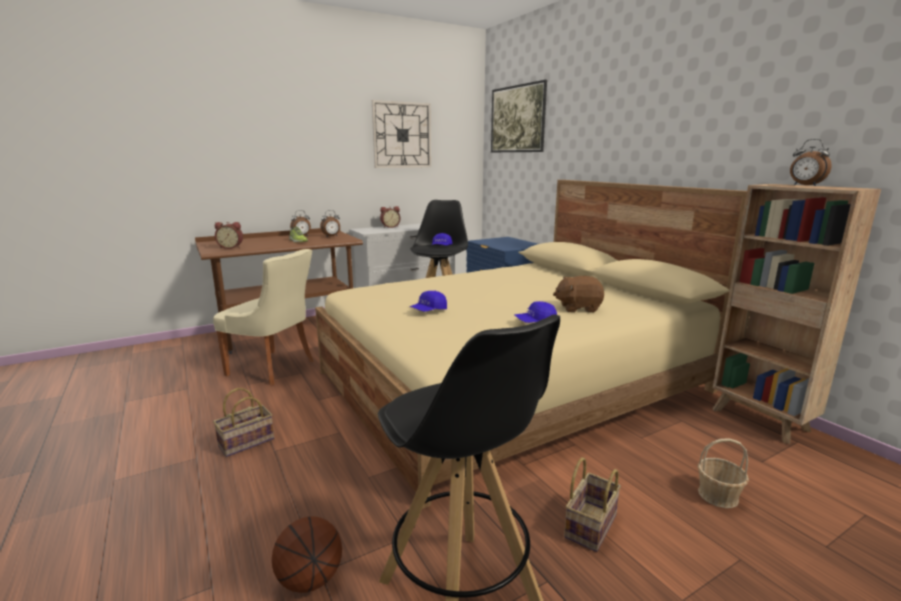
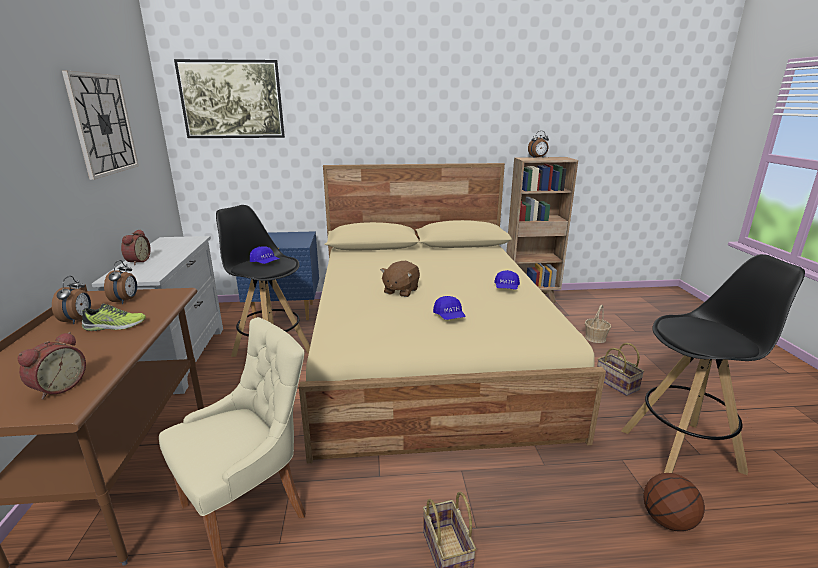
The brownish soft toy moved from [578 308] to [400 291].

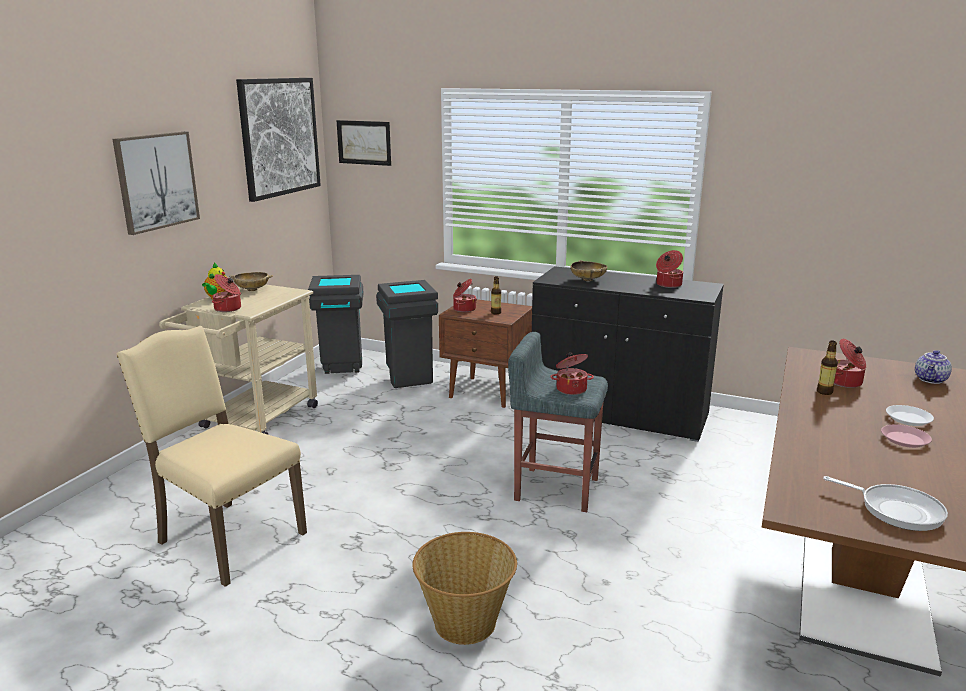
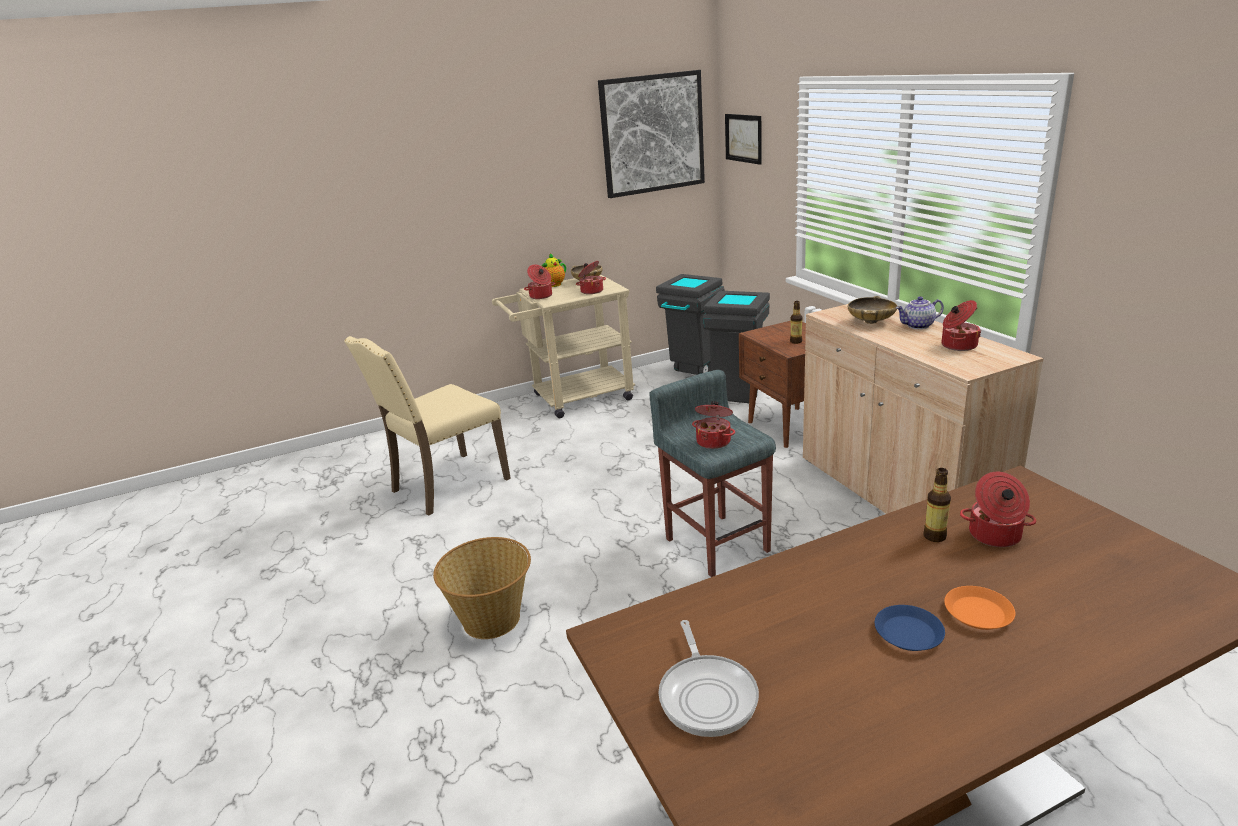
The wall picture at [156 181] disappeared.
The stockpot moved from [464 309] to [591 291].
The teapot moved from [931 380] to [918 326].
The blackish cabinet at [618 414] became the beige cabinet at [898 492].
The pinkish flat dish at [905 439] became the blue-coloured flat dish at [909 633].
The white-coloured flat dish at [908 419] became the orange-coloured flat dish at [978 613].
The beige upright chair at [227 538] turned 120 degrees counterclockwise.

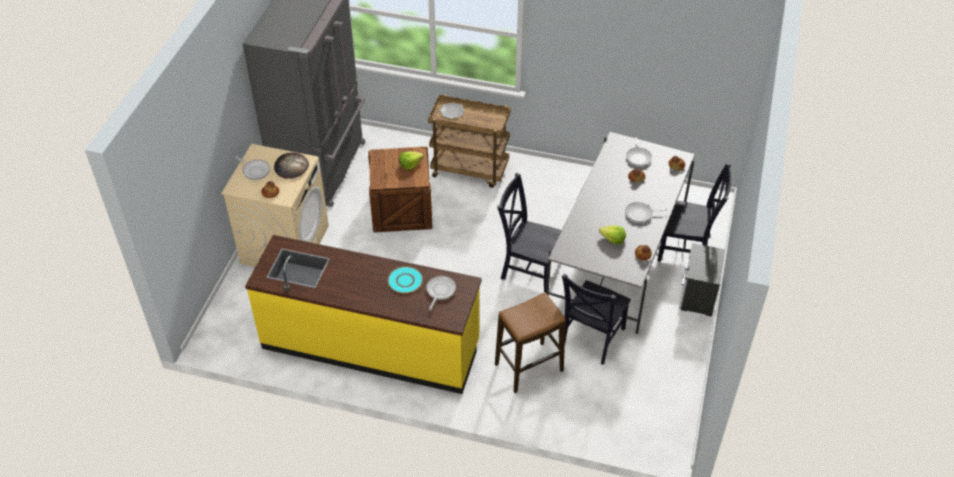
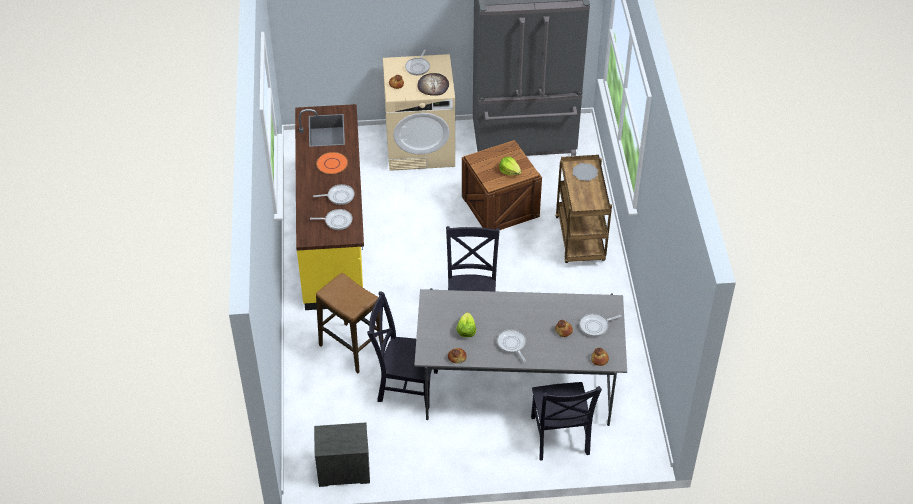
The orange-coloured flat dish at [332 164] appeared.
The night table moved from [697 296] to [343 470].
The blue-green flat dish at [405 281] was replaced by the frying pan at [339 196].

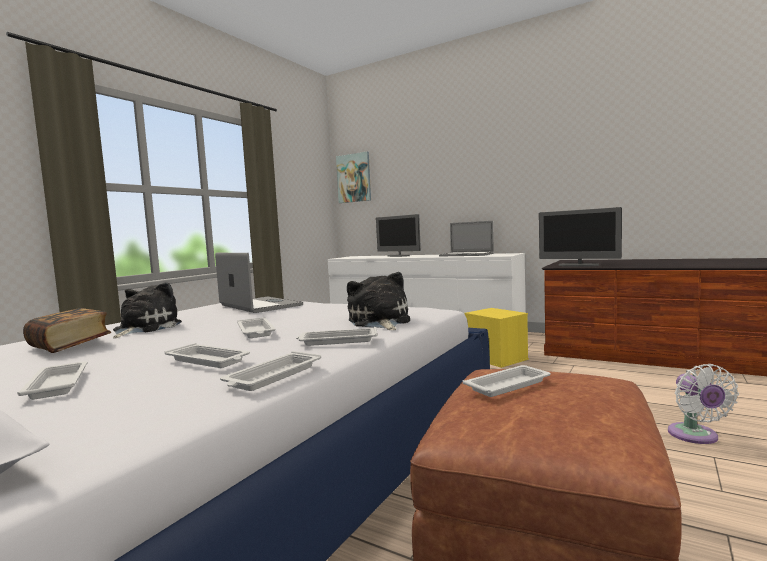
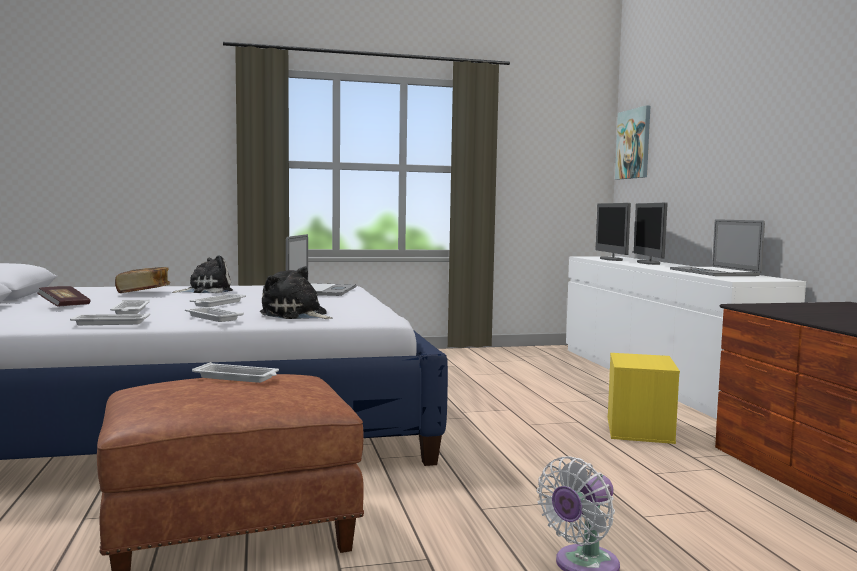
The computer display moved from [578 265] to [611 259].
The white-coloured serving tray at [57 384] was replaced by the bound book at [65 306].
The soft toy at [379 322] turned 90 degrees counterclockwise.

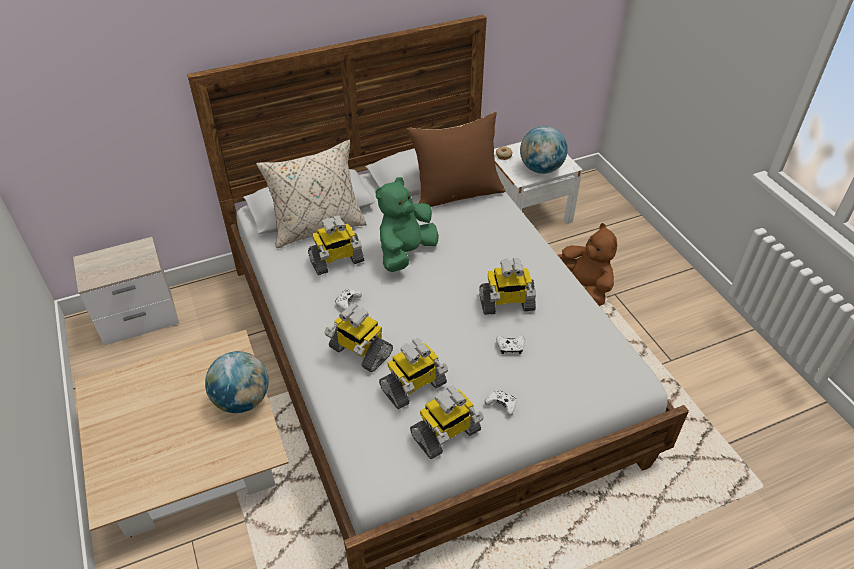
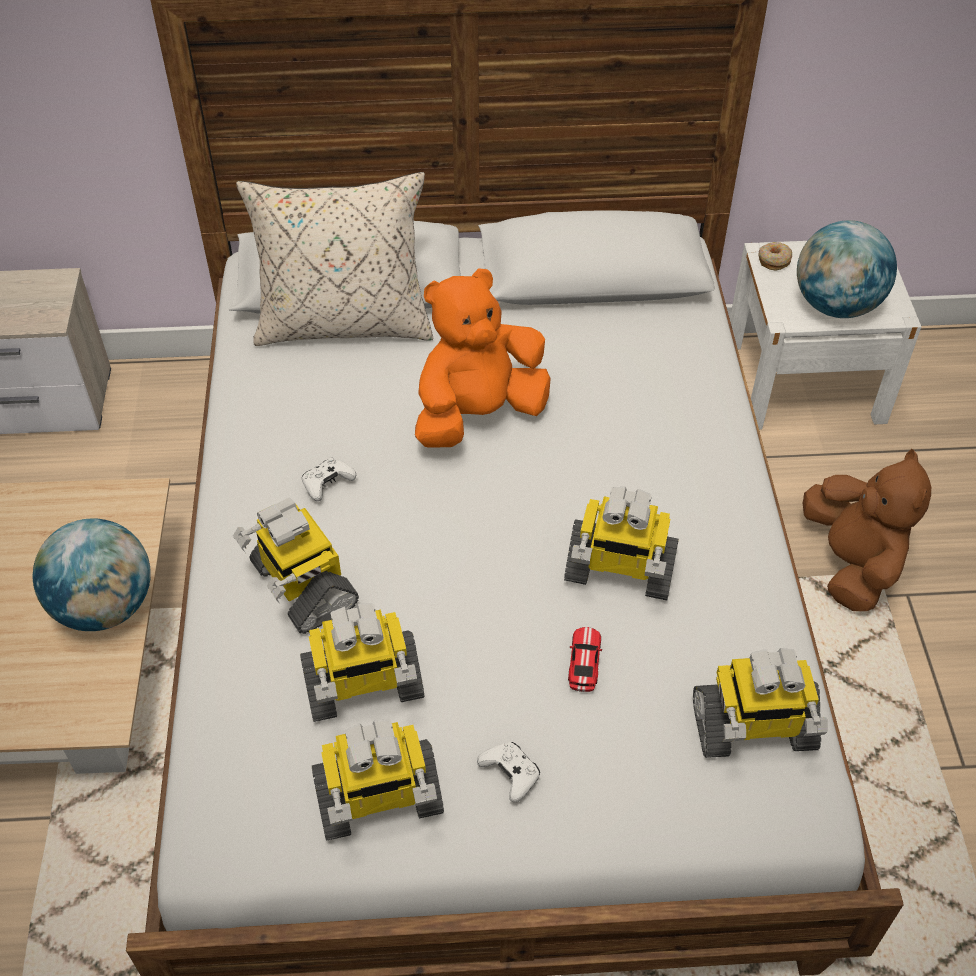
The brownish cushion at [456 193] disappeared.
The model robot moved from [336 261] to [753 728].
The white-coloured game controller at [510 348] was replaced by the model car at [584 663].
The green-coloured soft toy at [405 253] became the orange-coloured soft toy at [478 414].

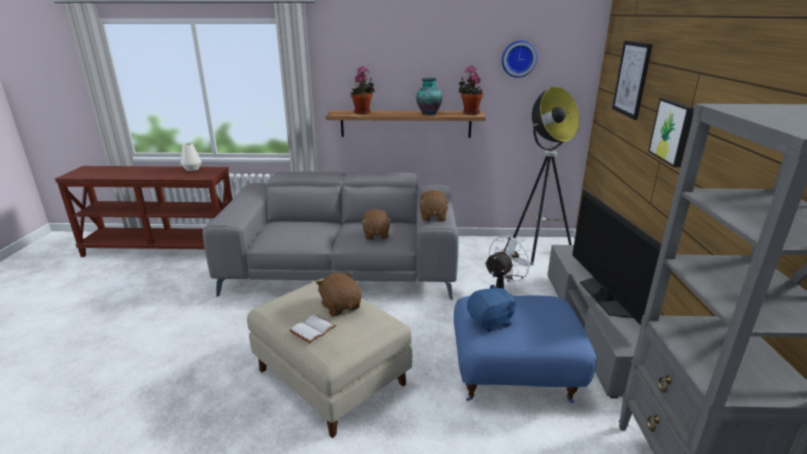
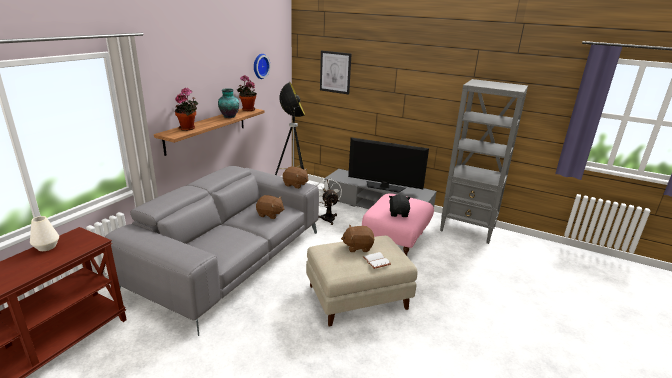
The wall picture at [672 131] disappeared.
The blue-coloured ottoman at [513 377] became the pinkish ottoman at [396 241].
The blue-coloured soft toy at [490 321] became the blackish soft toy at [398 213].

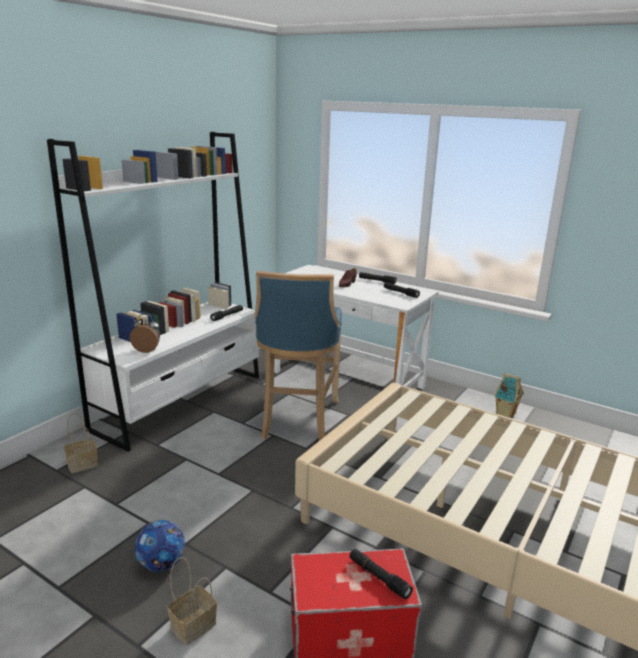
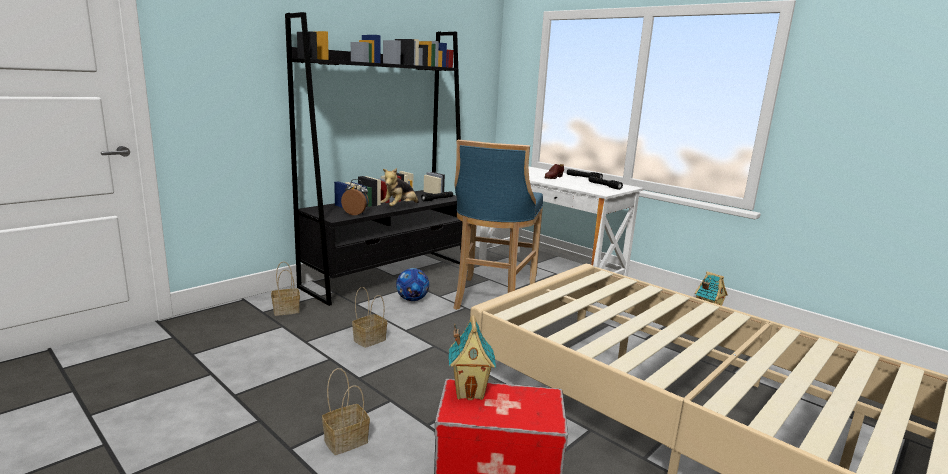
The blackish flashlight at [378 577] disappeared.
The household basket at [370 339] appeared.
The soft toy at [400 207] appeared.
The model house at [470 391] appeared.
The football moved from [161 564] to [412 299].
The white-coloured bookcase at [181 401] became the blackish bookcase at [387 275].

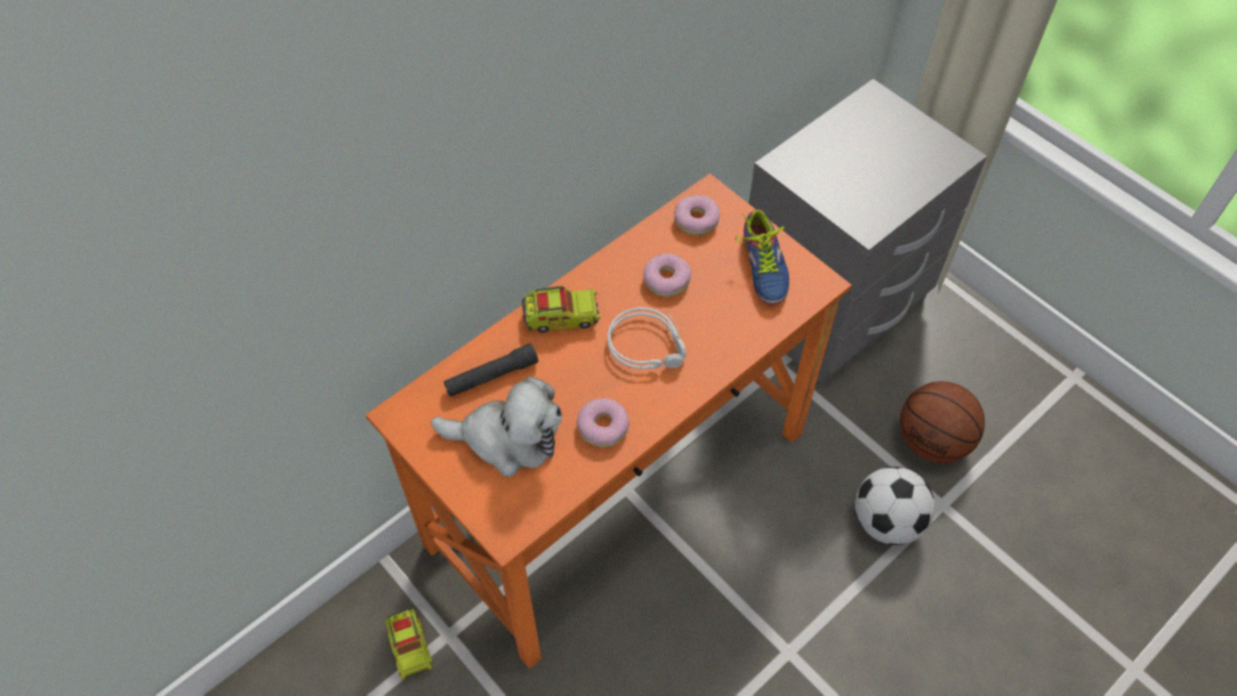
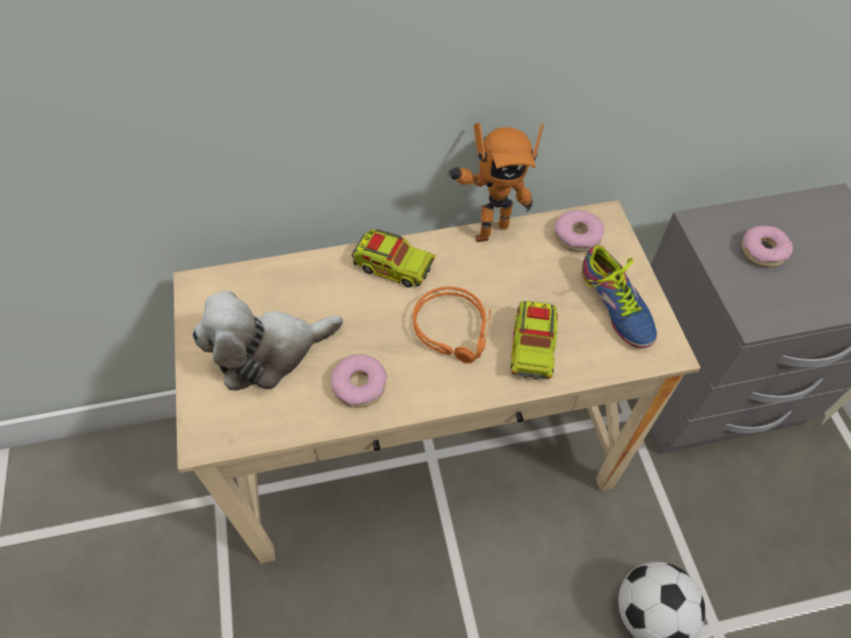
The blackish flashlight at [491 376] disappeared.
The ball for basketball at [933 441] disappeared.
The model robot at [488 229] appeared.
The toy lorry moved from [410 647] to [532 347].
The ring doughnut moved from [666 280] to [763 251].
The orange-coloured desk at [617 488] became the beige desk at [425 450].
The greyish pair of headphones at [649 344] became the orange-coloured pair of headphones at [455 329].
The soft toy at [507 439] turned 120 degrees clockwise.
The shoe at [760 267] turned 45 degrees counterclockwise.

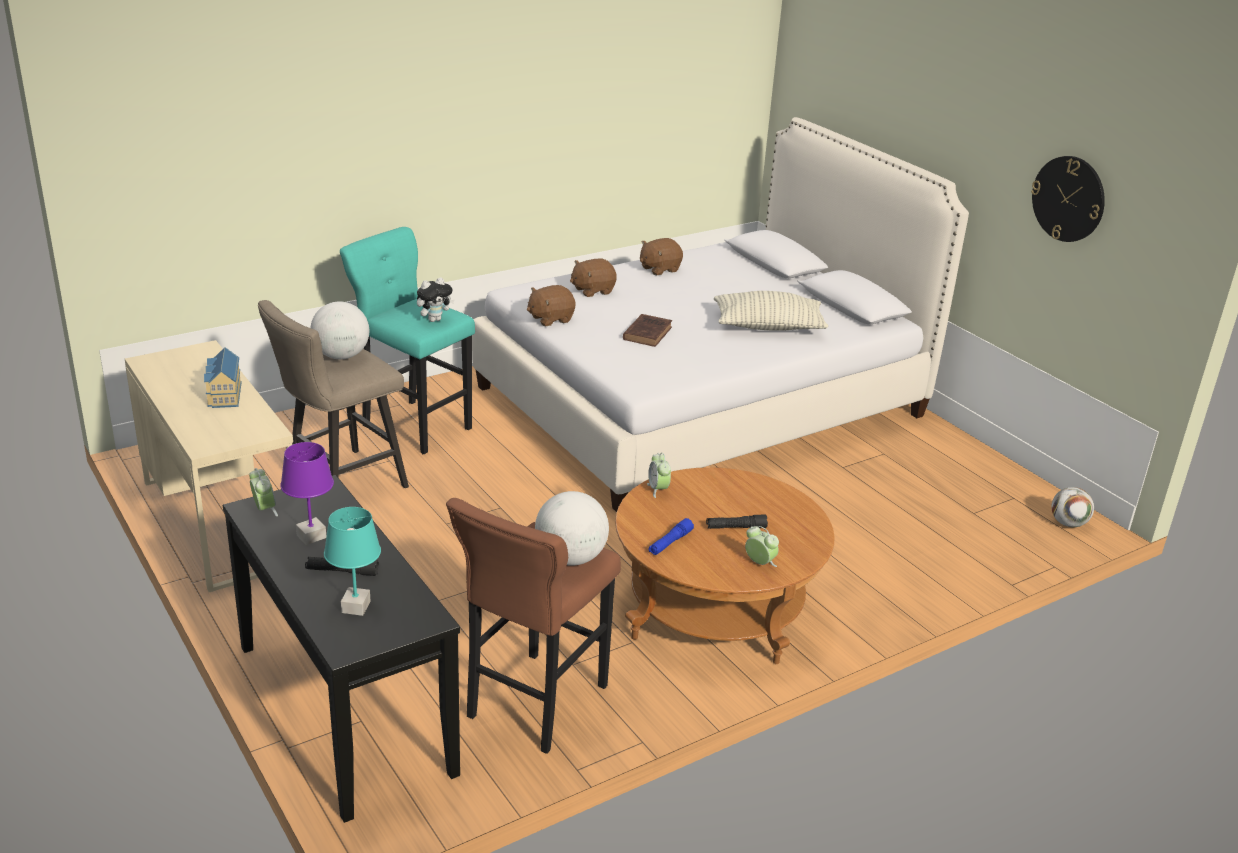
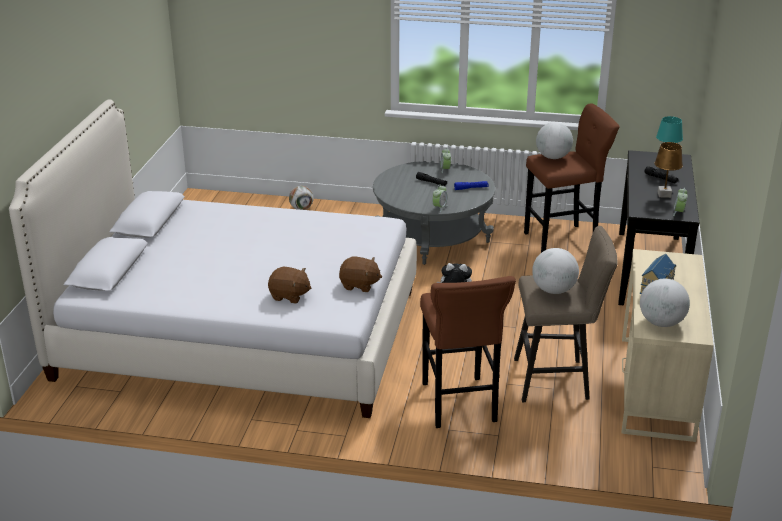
The brownish bound book at [648 333] disappeared.
The brownish soft toy at [659 269] disappeared.
The cushion at [768 327] disappeared.
The clock on the wall at [1068 198] disappeared.
The desk globe at [661 323] appeared.
The football moved from [1068 524] to [301 208].
The purple-coloured table lamp at [311 536] became the brownish table lamp at [664 195].
The blue-green sitting stool at [413 425] became the brownish sitting stool at [459 405].
The brownish low table at [715 608] became the greyish low table at [432 237].

